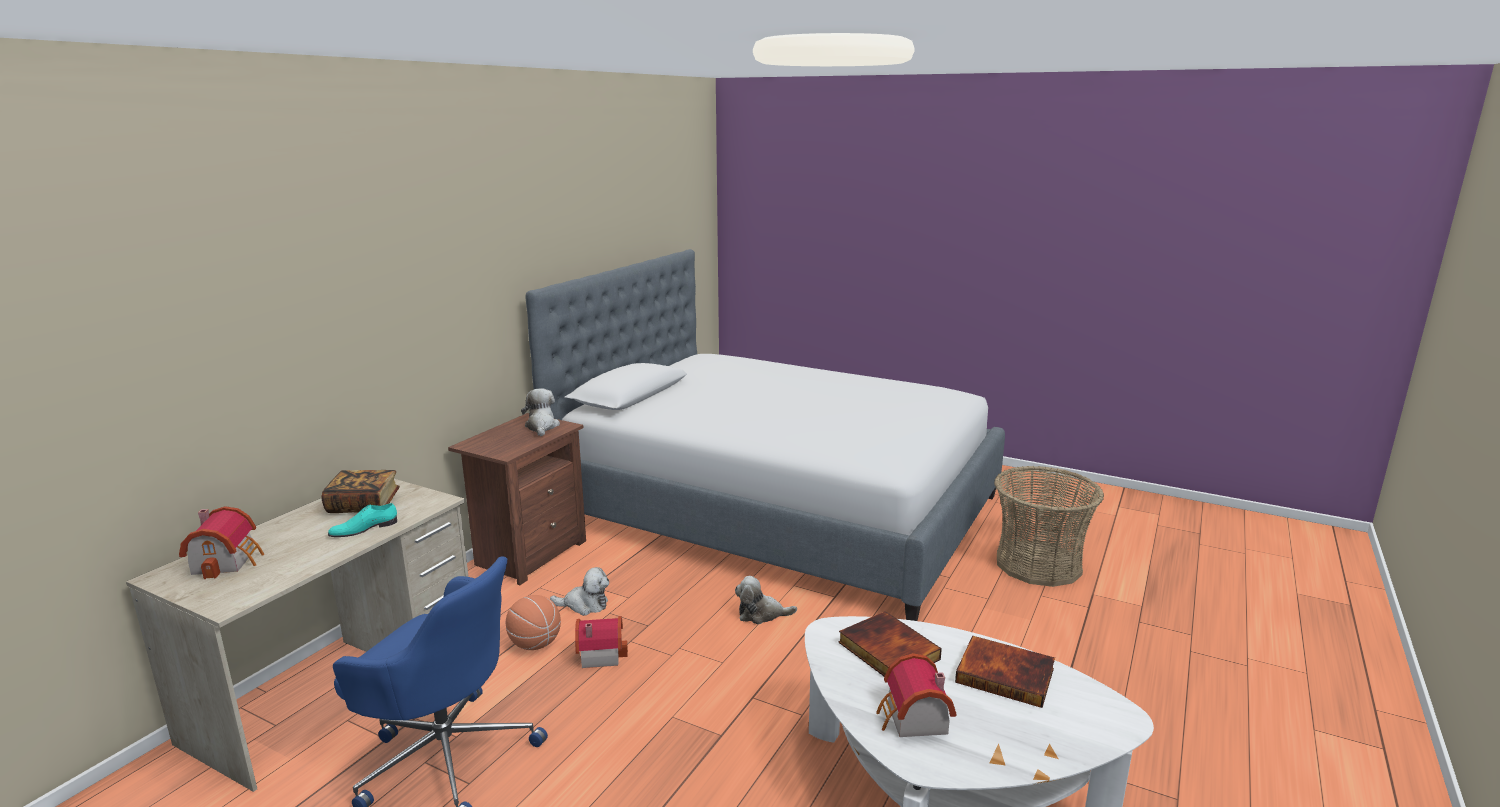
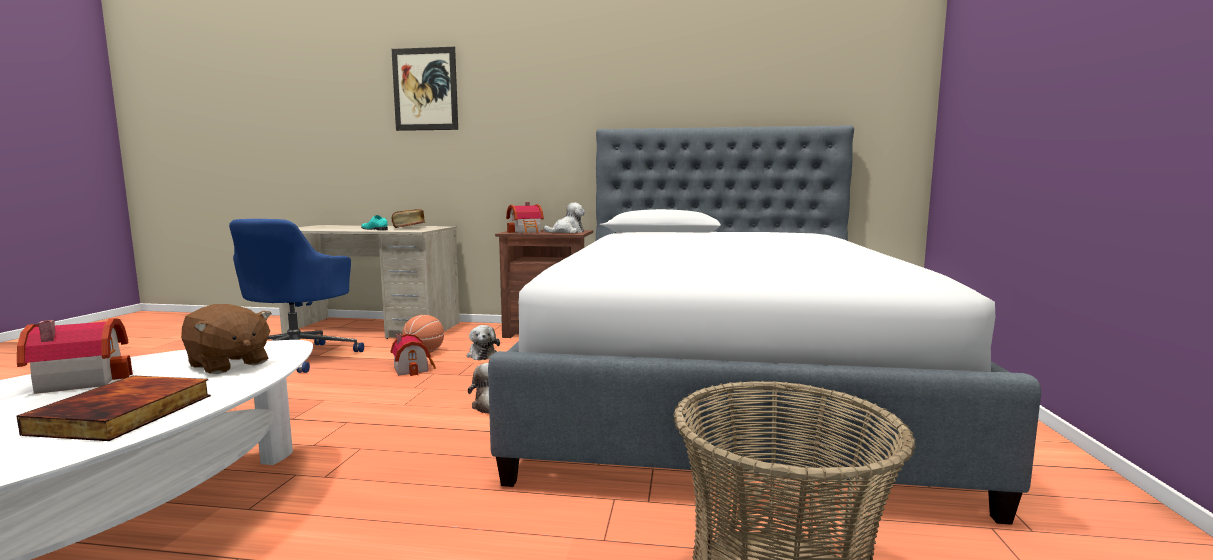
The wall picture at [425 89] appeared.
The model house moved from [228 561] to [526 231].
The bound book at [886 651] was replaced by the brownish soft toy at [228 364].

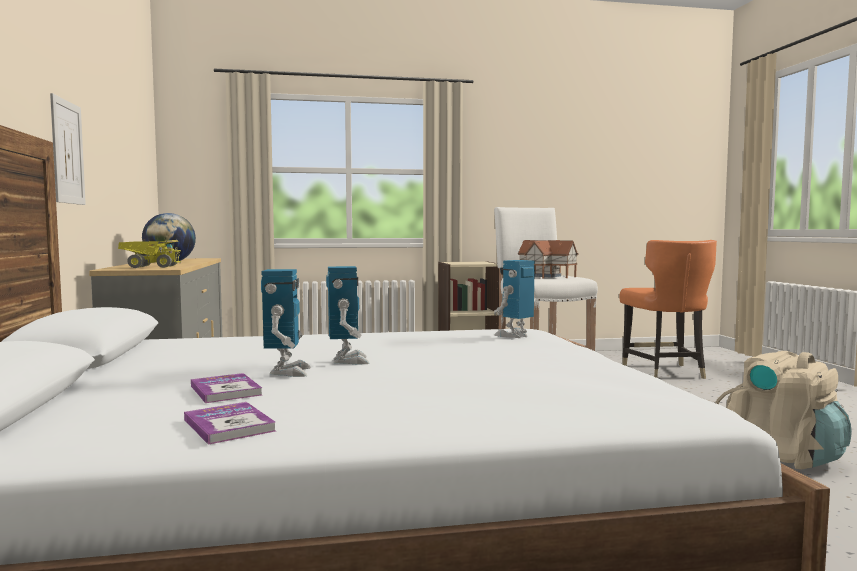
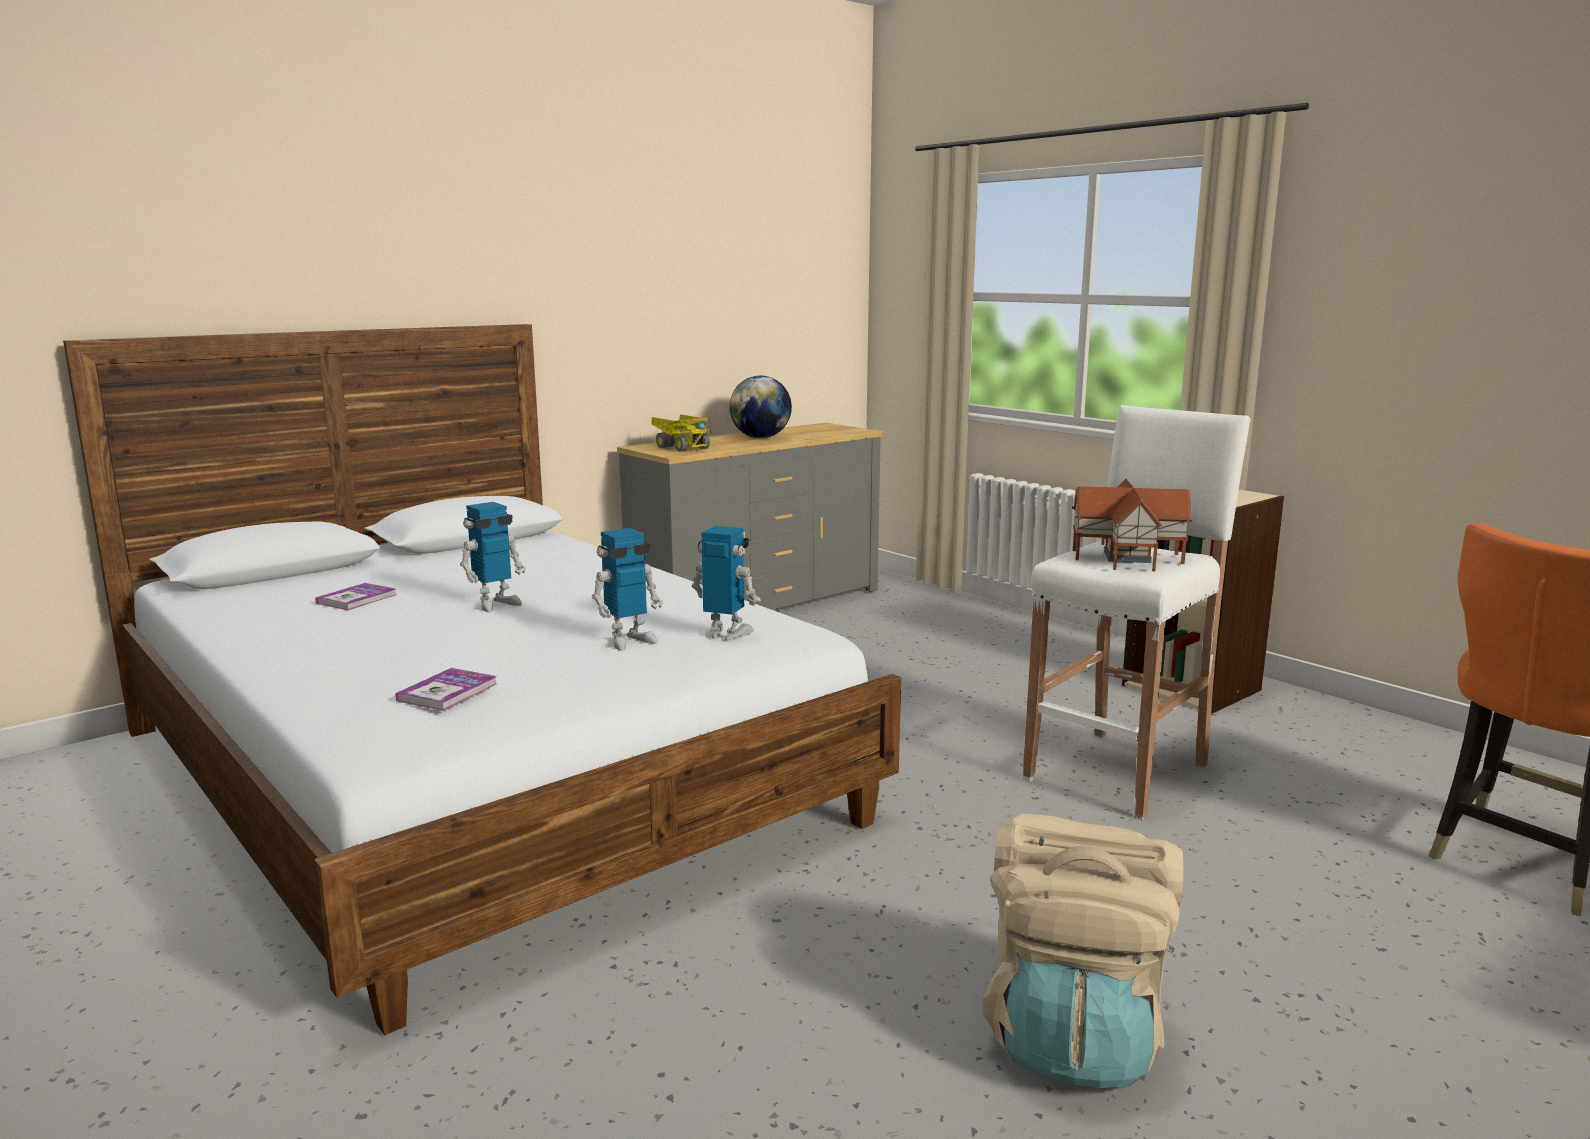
The wall picture at [67 152] disappeared.
The bound book moved from [229 425] to [447 692].
The model robot moved from [287 372] to [629 640].

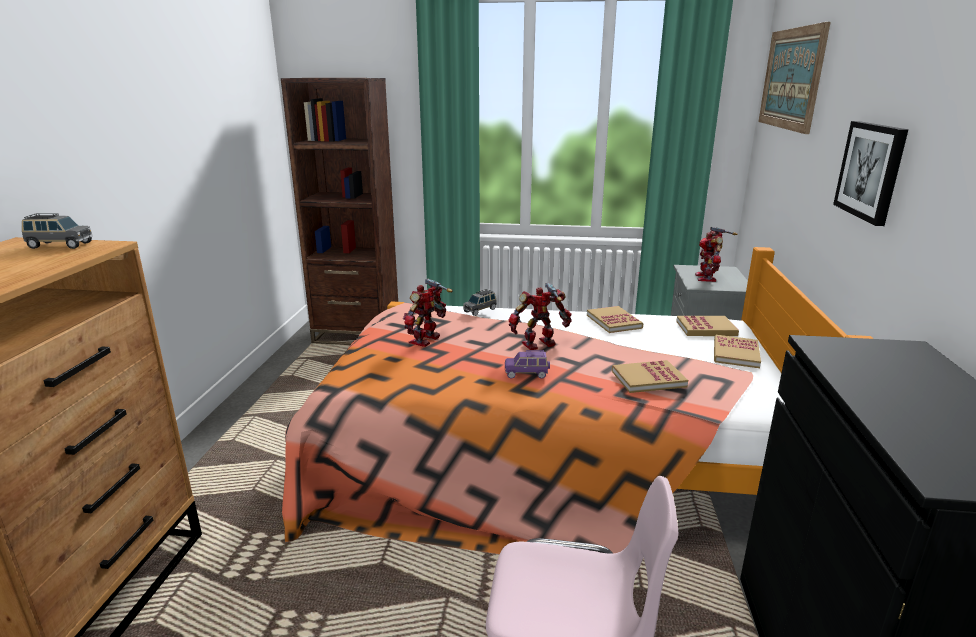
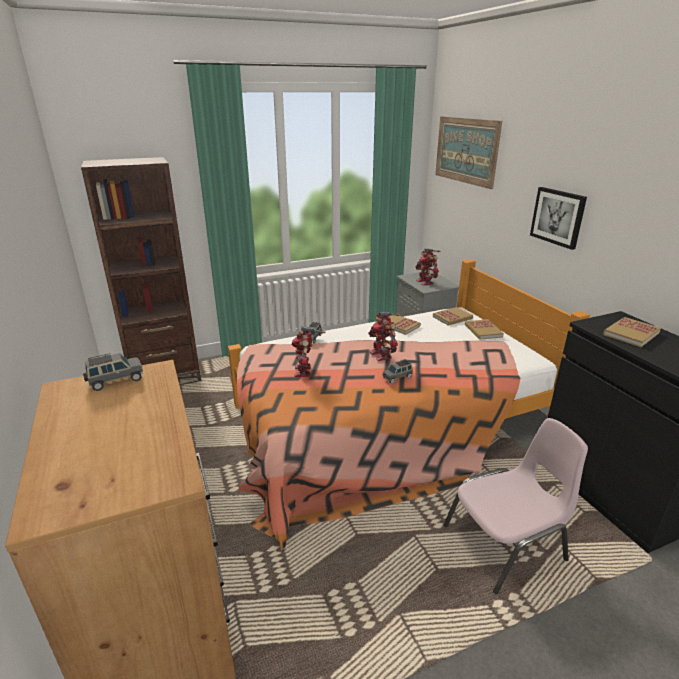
The bound book moved from [648 379] to [631 334].
The purple-coloured model car at [526 374] became the greyish model car at [397 377].
The model robot at [540 345] turned 60 degrees counterclockwise.

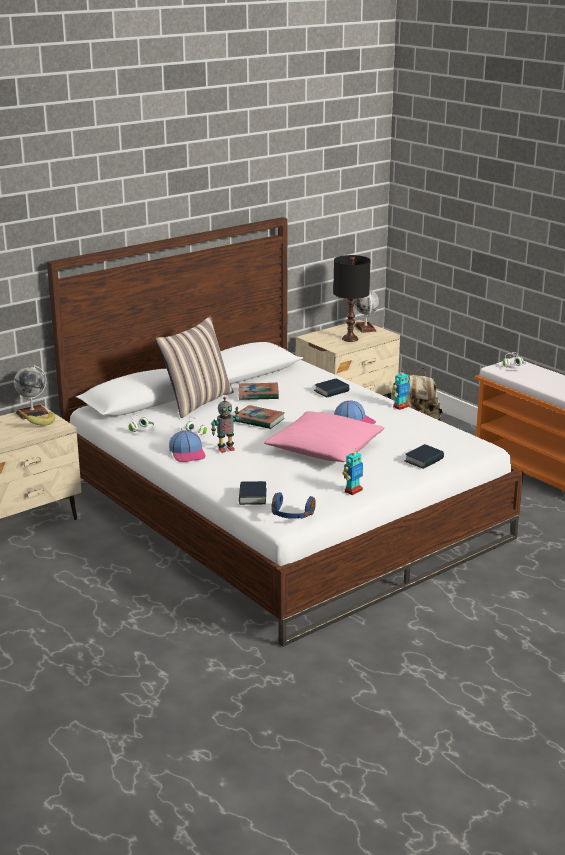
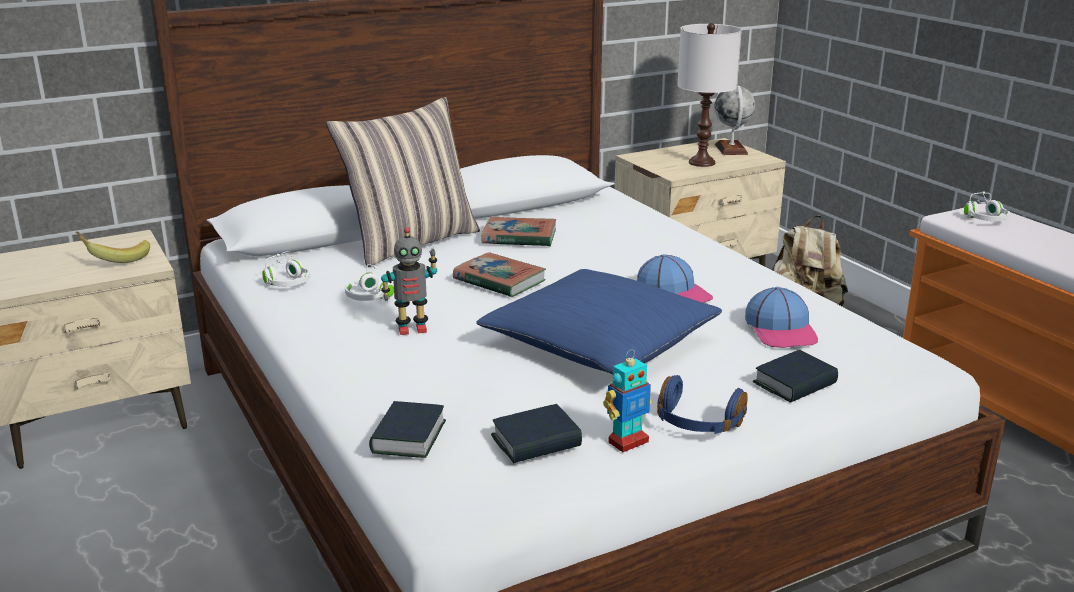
The desk globe at [32 413] disappeared.
The model robot at [400 406] disappeared.
The cap moved from [187 453] to [781 330].
The blue-coloured pair of headphones moved from [291 515] to [697 423].
The bound book moved from [331 391] to [536 442].
The pinkish cushion at [324 449] became the blue-coloured cushion at [599 344].
The blackish table lamp at [350 339] became the white-coloured table lamp at [701 162].

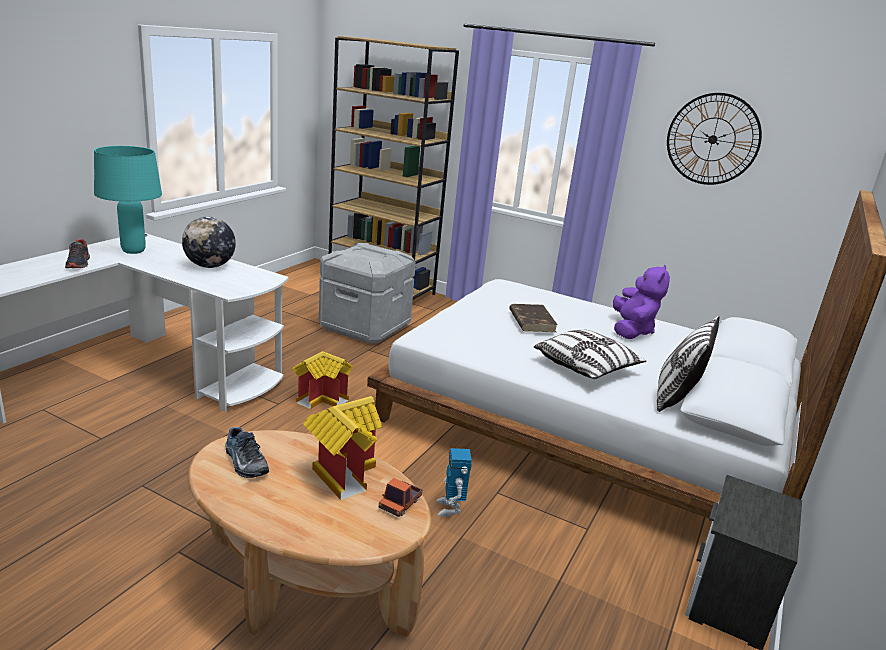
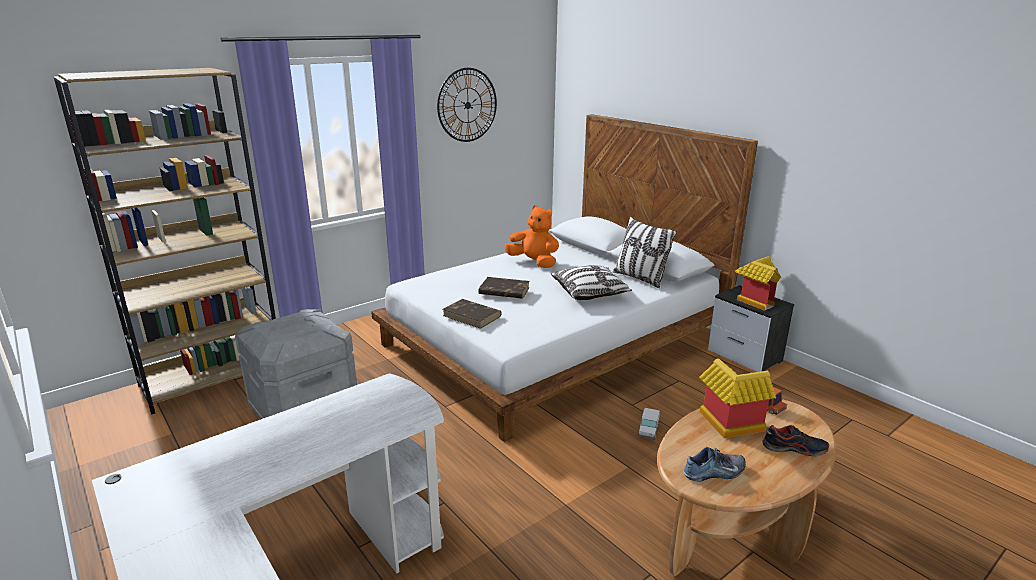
The blue-green table lamp at [133 251] disappeared.
The desk globe at [210 266] disappeared.
The brownish bound book at [472 316] appeared.
The shoe moved from [78 263] to [794 448].
The model house moved from [323 398] to [753 300].
The model robot at [450 508] was replaced by the toy lorry at [648 431].
The purple-coloured soft toy at [631 330] became the orange-coloured soft toy at [534 262].

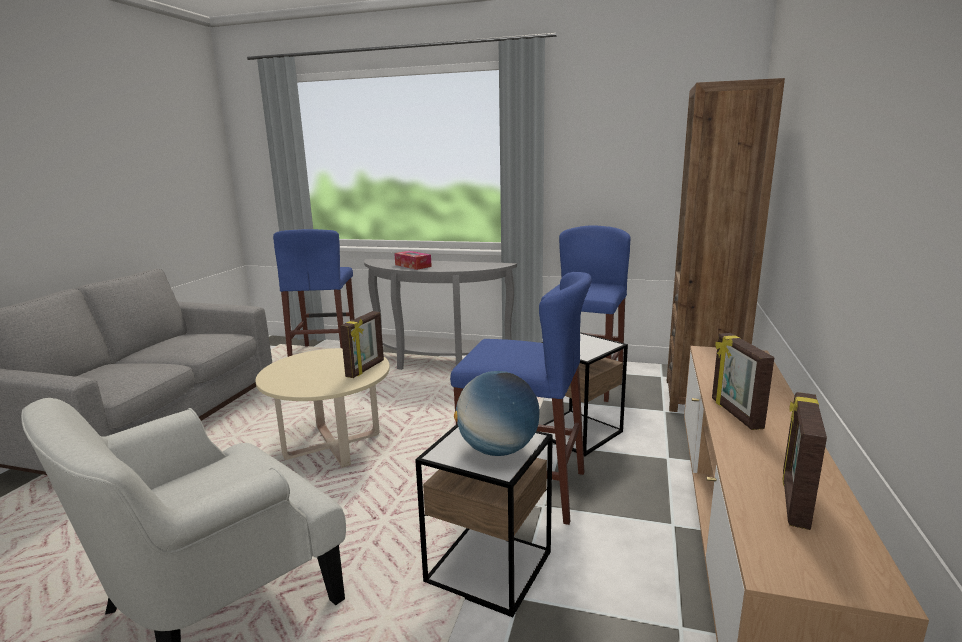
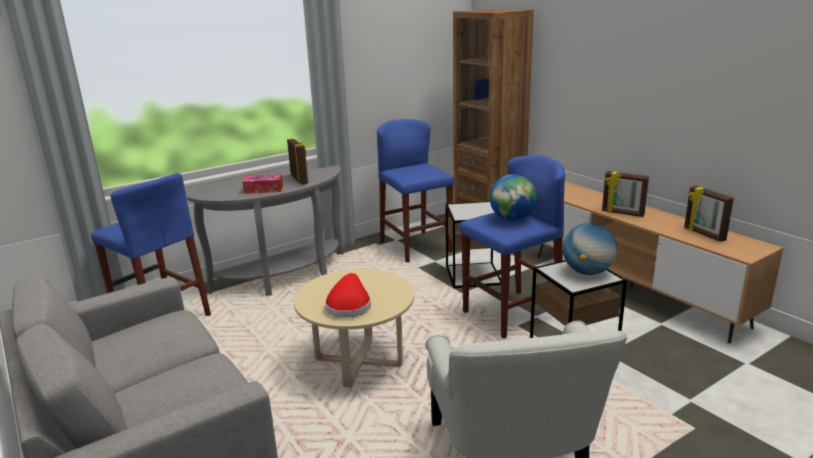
The red wearable hat at [349 305] appeared.
The desk globe at [512 219] appeared.
The picture frame moved from [366 369] to [300 179].

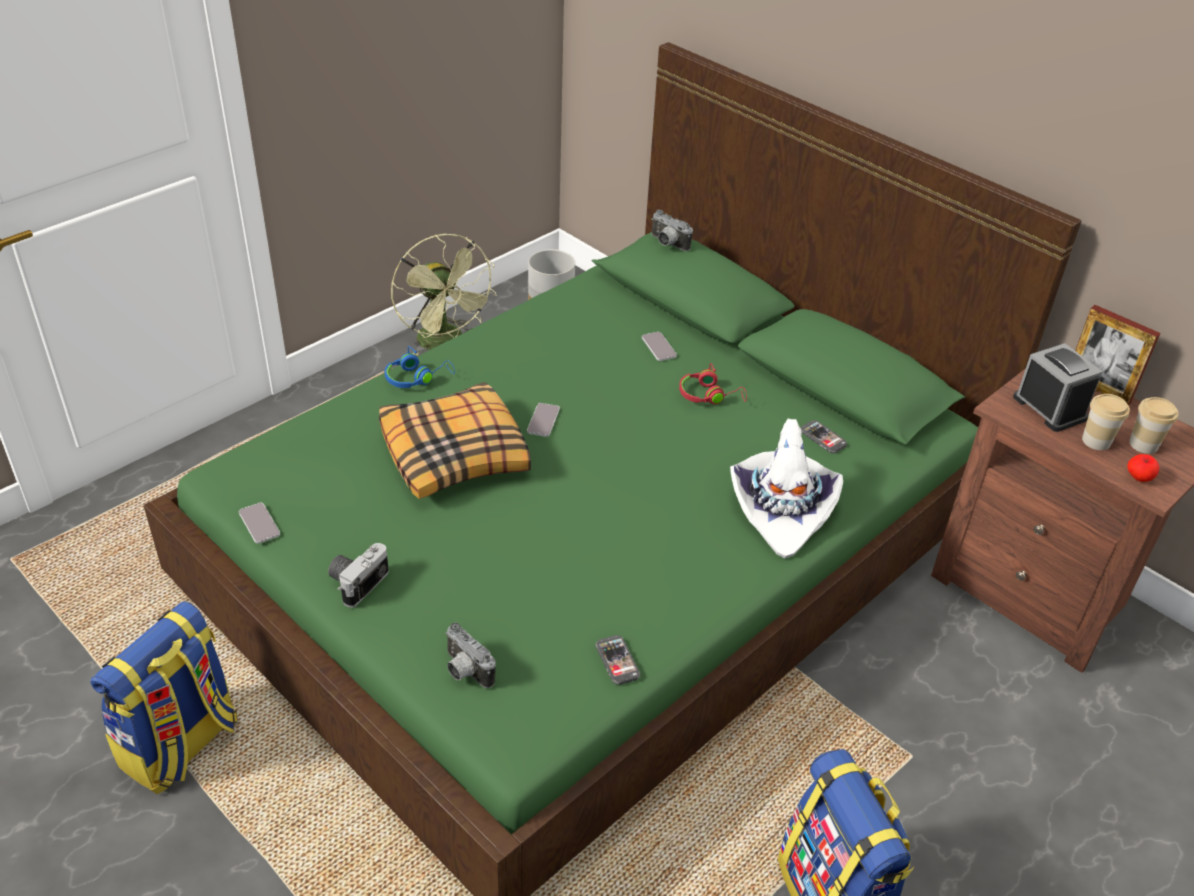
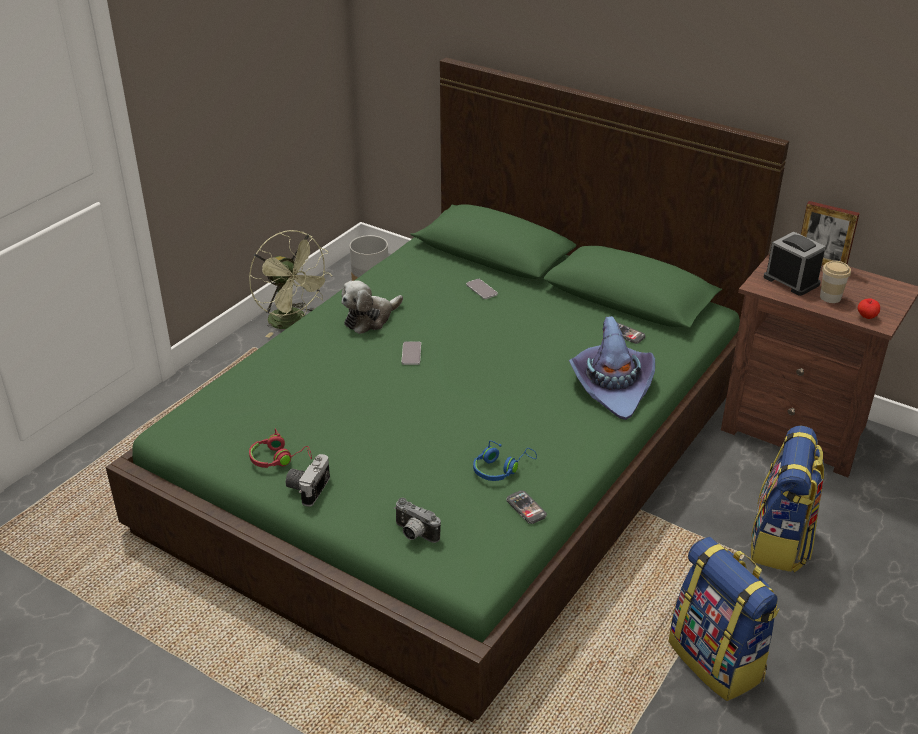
The handset at [259 524] disappeared.
The cushion at [455 454] disappeared.
The photo camera at [667 244] disappeared.
The small cup at [1143 444] disappeared.
The soft toy at [370 319] appeared.
The rucksack moved from [181 746] to [780 542].
The blue-coloured pair of headphones moved from [417 378] to [501 468].
The red pair of headphones moved from [709 395] to [279 458].
The white-coloured wearable hat at [782 508] became the purple-coloured wearable hat at [612 386].

